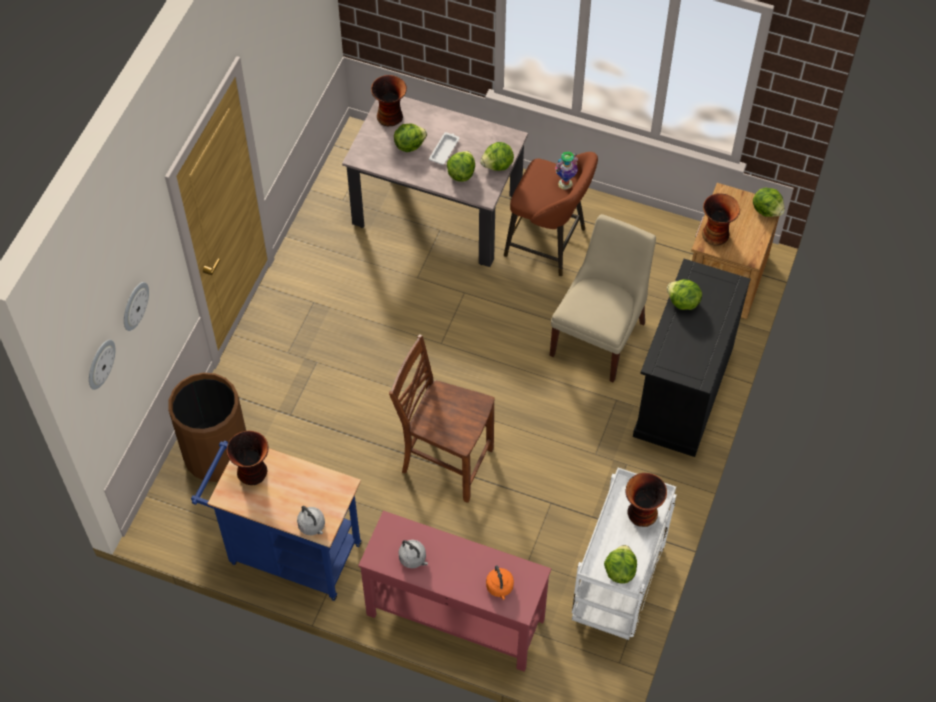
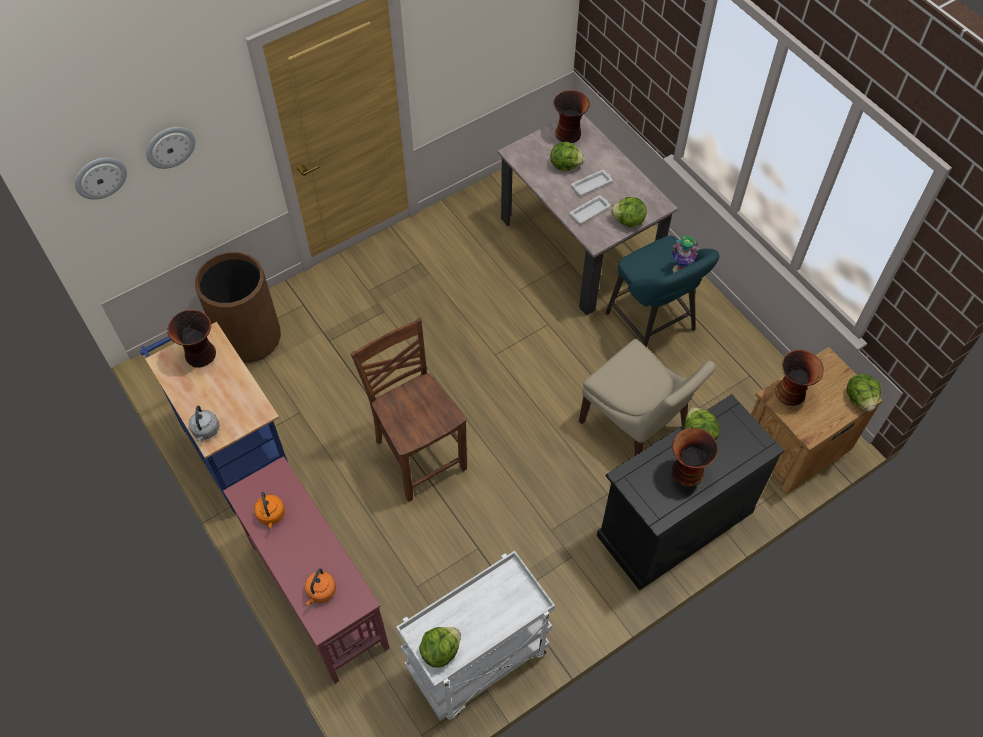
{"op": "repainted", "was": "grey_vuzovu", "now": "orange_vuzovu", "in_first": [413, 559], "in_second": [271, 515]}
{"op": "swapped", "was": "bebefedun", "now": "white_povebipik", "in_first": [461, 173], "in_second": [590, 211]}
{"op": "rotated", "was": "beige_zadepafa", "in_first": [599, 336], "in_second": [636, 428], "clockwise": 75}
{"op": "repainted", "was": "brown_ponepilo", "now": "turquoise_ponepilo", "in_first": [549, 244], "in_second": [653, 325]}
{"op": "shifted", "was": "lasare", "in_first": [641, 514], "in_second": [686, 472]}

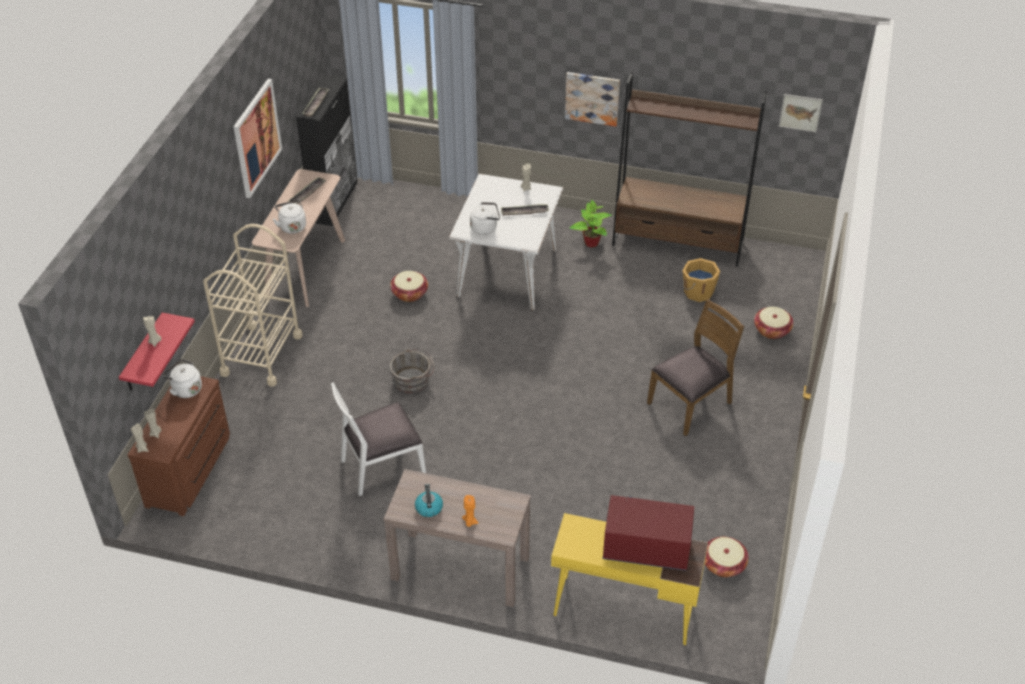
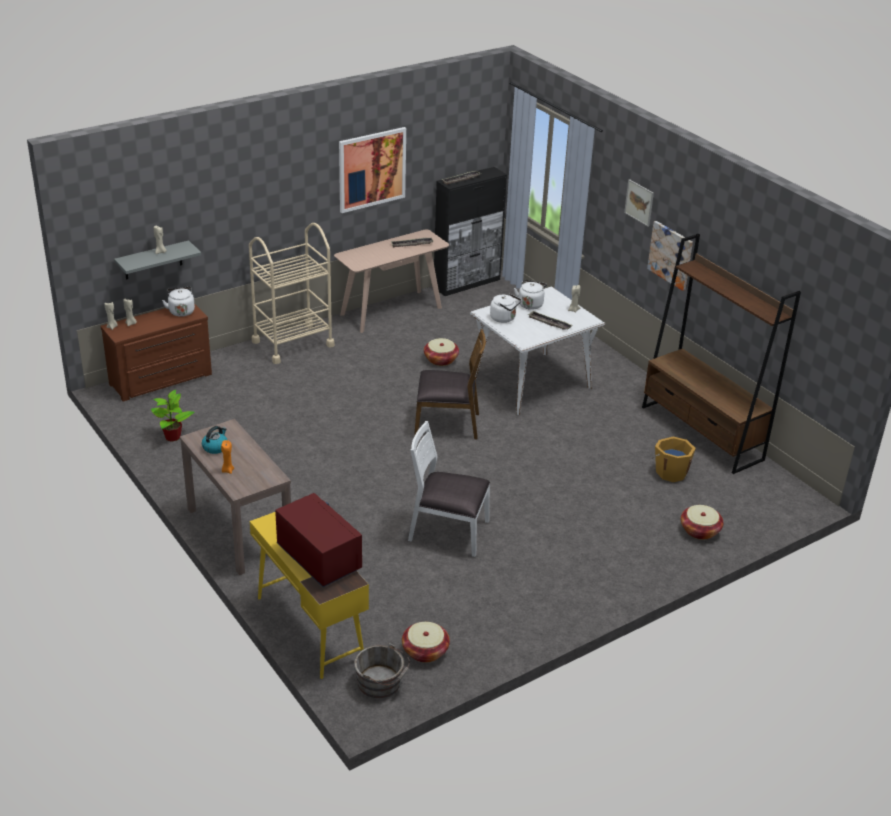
{"op": "repainted", "was": "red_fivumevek", "now": "grey_fivumevek", "in_first": [143, 354], "in_second": [153, 260]}
{"op": "shifted", "was": "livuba", "in_first": [591, 242], "in_second": [172, 436]}
{"op": "shifted", "was": "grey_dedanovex", "in_first": [413, 380], "in_second": [381, 683]}
{"op": "shifted", "was": "white_zadepafa", "in_first": [382, 466], "in_second": [448, 531]}
{"op": "shifted", "was": "brown_zadepafa", "in_first": [691, 403], "in_second": [447, 424]}
{"op": "shifted", "was": "white_vuzovu", "in_first": [292, 226], "in_second": [530, 304]}
{"op": "shifted", "was": "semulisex", "in_first": [800, 112], "in_second": [639, 202]}

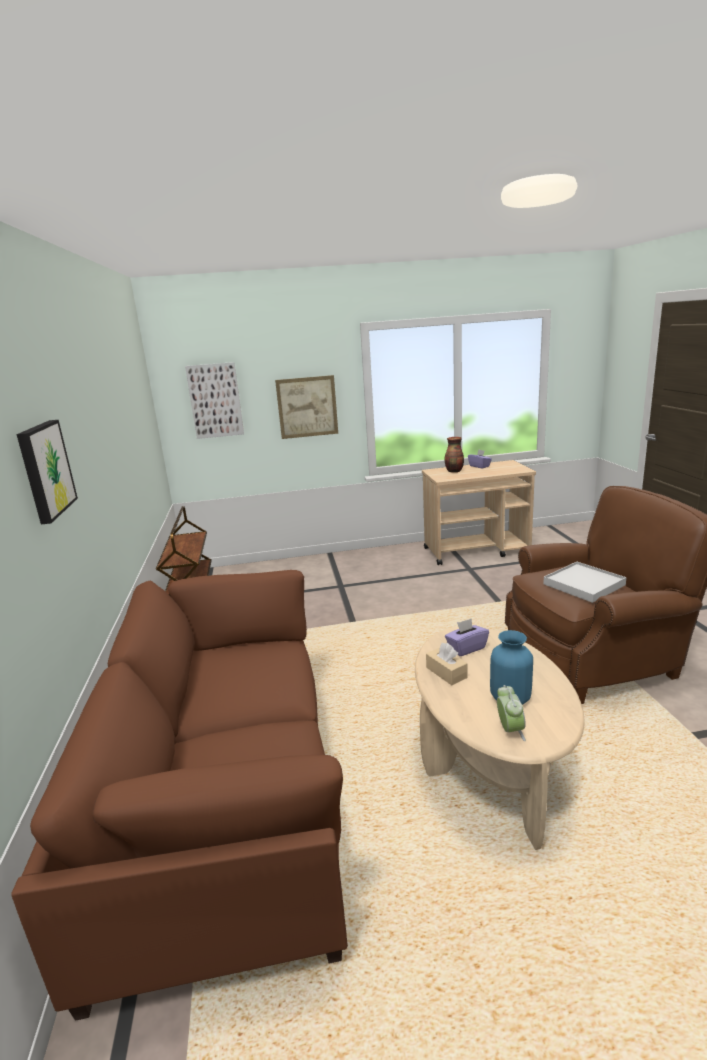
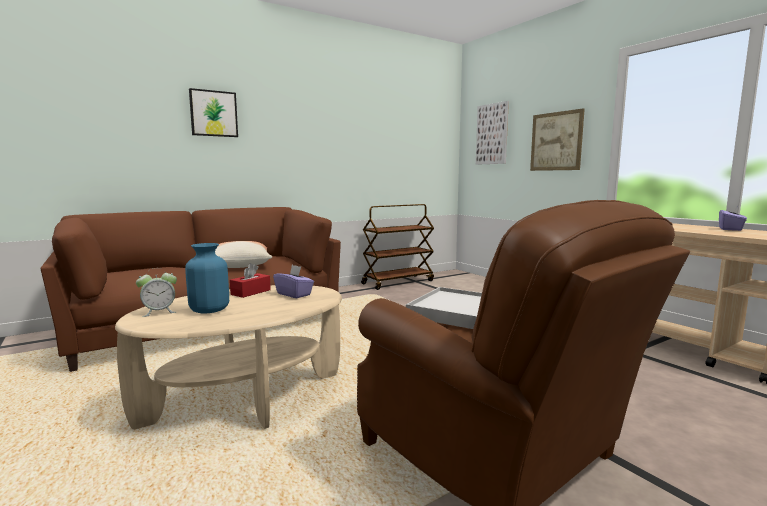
{"op": "new", "now": "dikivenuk", "in_second": [239, 265]}
{"op": "repainted", "was": "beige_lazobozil", "now": "red_lazobozil", "in_first": [446, 672], "in_second": [251, 292]}
{"op": "gone", "was": "lasare", "in_first": [454, 471]}

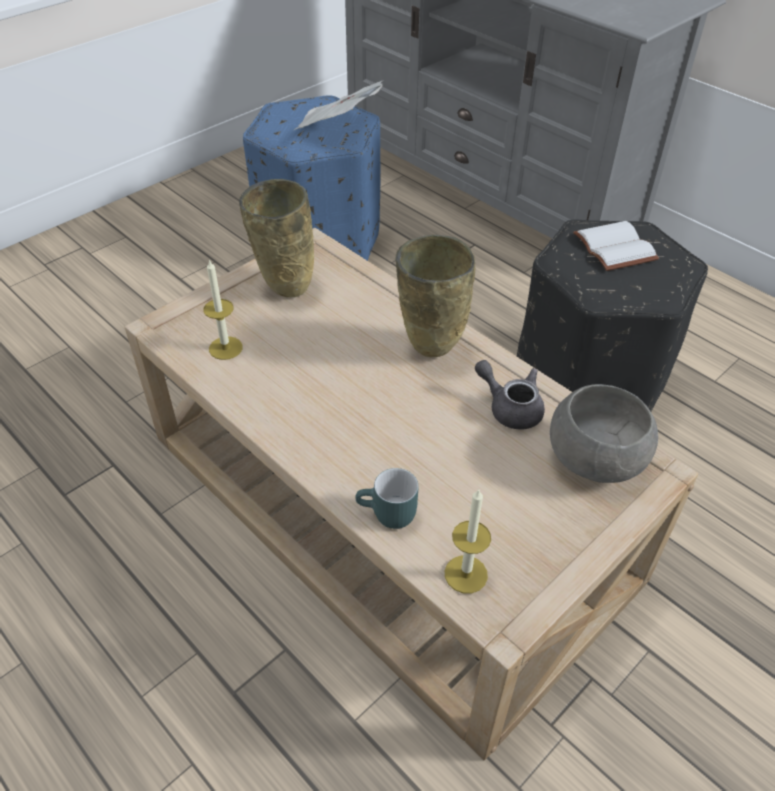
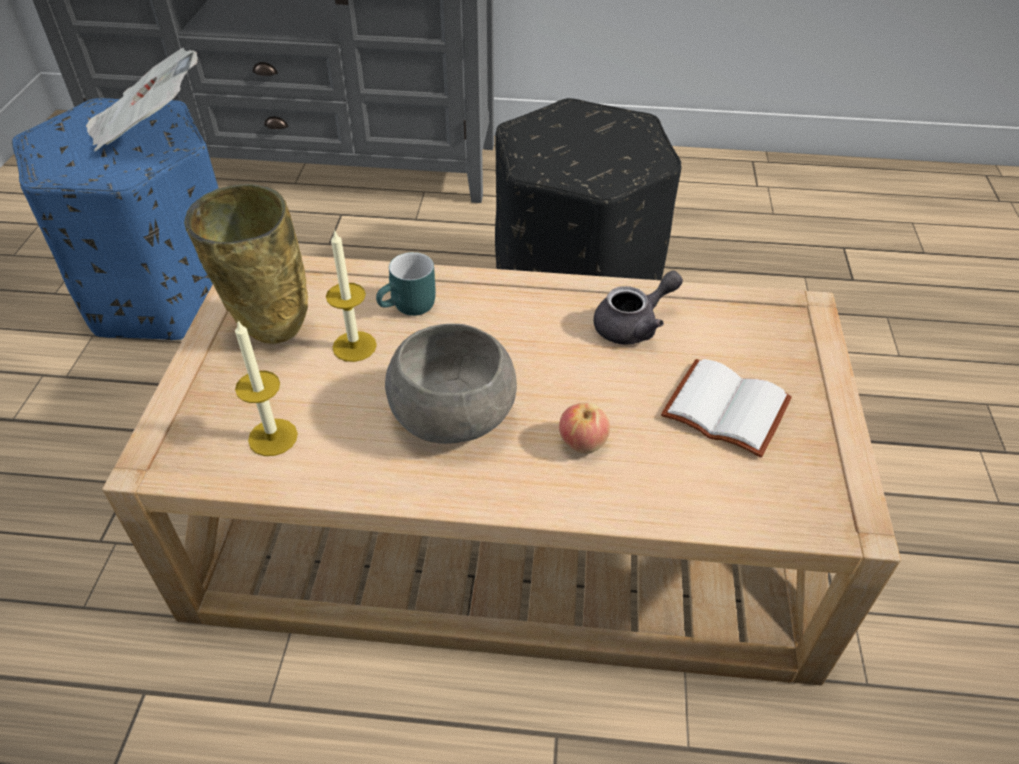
{"op": "shifted", "was": "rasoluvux", "in_first": [466, 574], "in_second": [354, 346]}
{"op": "shifted", "was": "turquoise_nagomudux", "in_first": [387, 516], "in_second": [410, 308]}
{"op": "shifted", "was": "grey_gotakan", "in_first": [597, 458], "in_second": [454, 414]}
{"op": "new", "now": "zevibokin", "in_second": [582, 442]}
{"op": "rotated", "was": "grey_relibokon", "in_first": [510, 407], "in_second": [633, 325], "clockwise": 150}
{"op": "shifted", "was": "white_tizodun", "in_first": [612, 247], "in_second": [722, 410]}
{"op": "gone", "was": "beige_lasare", "in_first": [429, 349]}

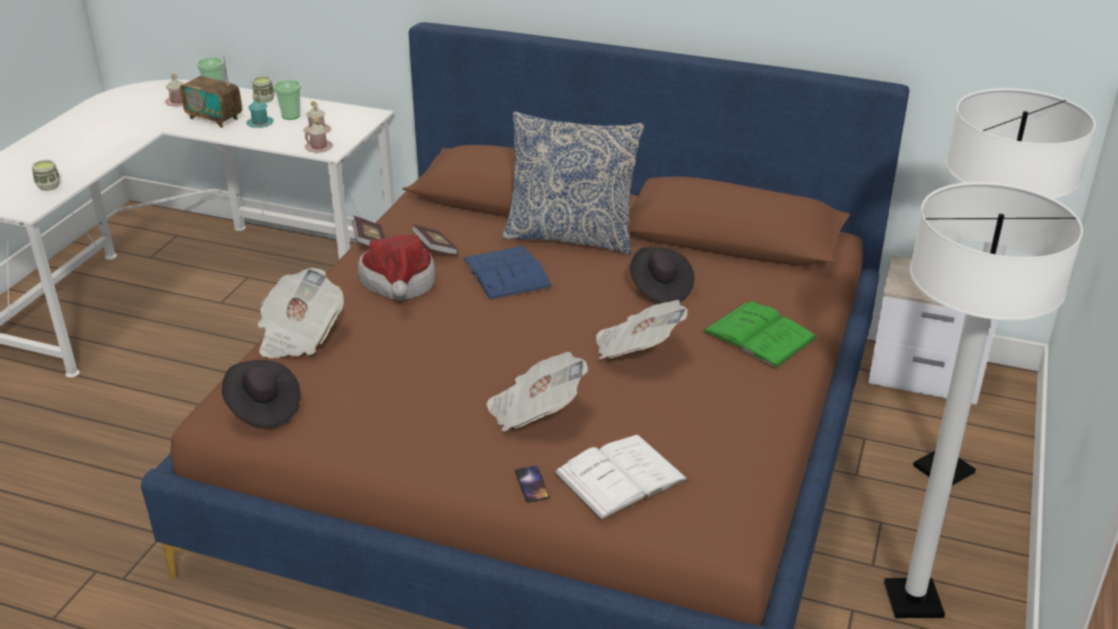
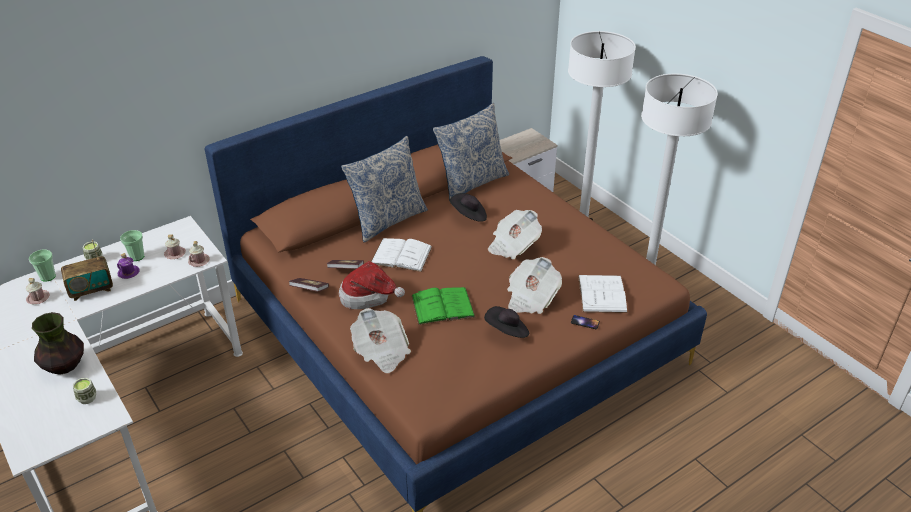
{"op": "new", "now": "lasare", "in_second": [64, 365]}
{"op": "repainted", "was": "turquoise_nagomudux", "now": "purple_nagomudux", "in_first": [260, 123], "in_second": [128, 273]}
{"op": "repainted", "was": "blue_tizodun", "now": "white_tizodun", "in_first": [506, 273], "in_second": [401, 255]}
{"op": "shifted", "was": "green_tizodun", "in_first": [759, 335], "in_second": [442, 306]}
{"op": "new", "now": "dikivenuk", "in_second": [471, 182]}
{"op": "shifted", "was": "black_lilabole", "in_first": [263, 408], "in_second": [507, 332]}

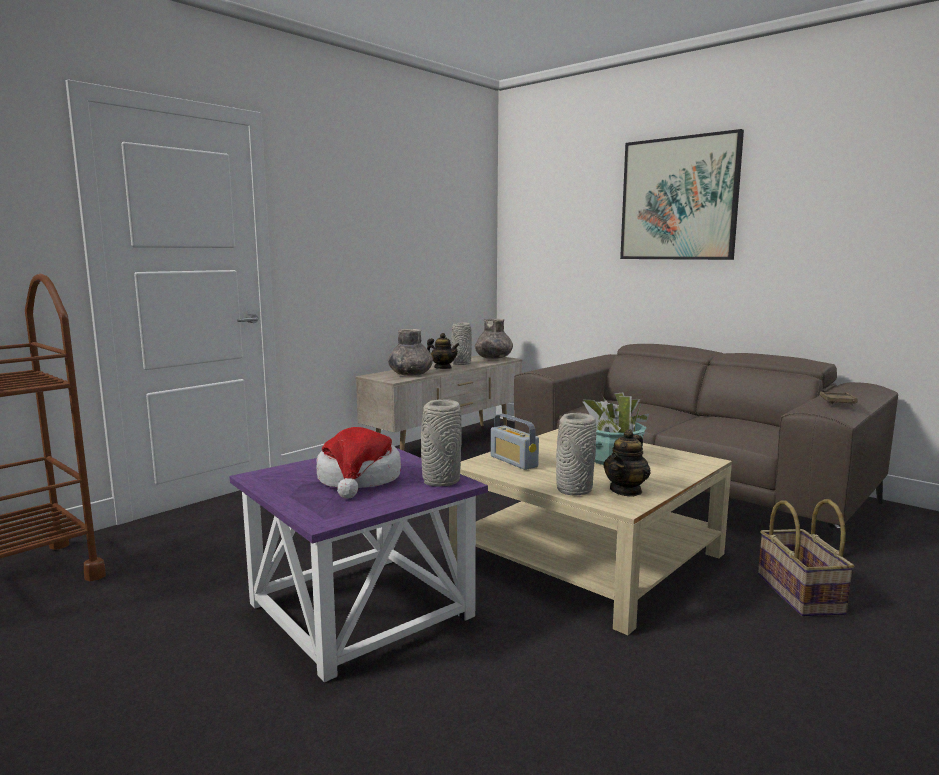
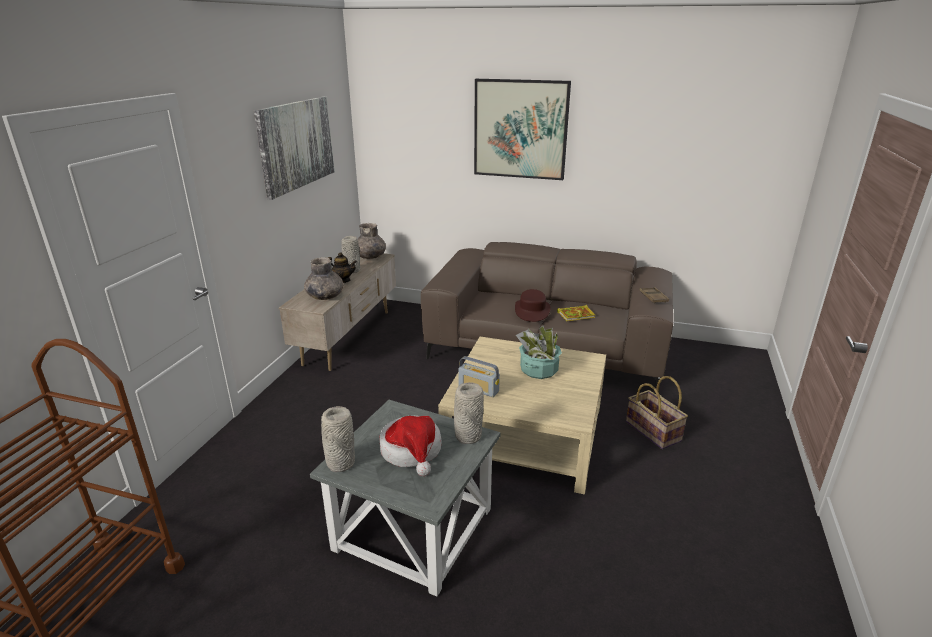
{"op": "new", "now": "semulisex", "in_second": [296, 144]}
{"op": "repainted", "was": "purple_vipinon", "now": "grey_vipinon", "in_first": [361, 608], "in_second": [413, 527]}
{"op": "shifted", "was": "grey_lasare", "in_first": [573, 490], "in_second": [340, 463]}
{"op": "new", "now": "brown_lilabole", "in_second": [532, 310]}
{"op": "new", "now": "tizodun", "in_second": [576, 315]}
{"op": "gone", "was": "relibokon", "in_first": [626, 490]}

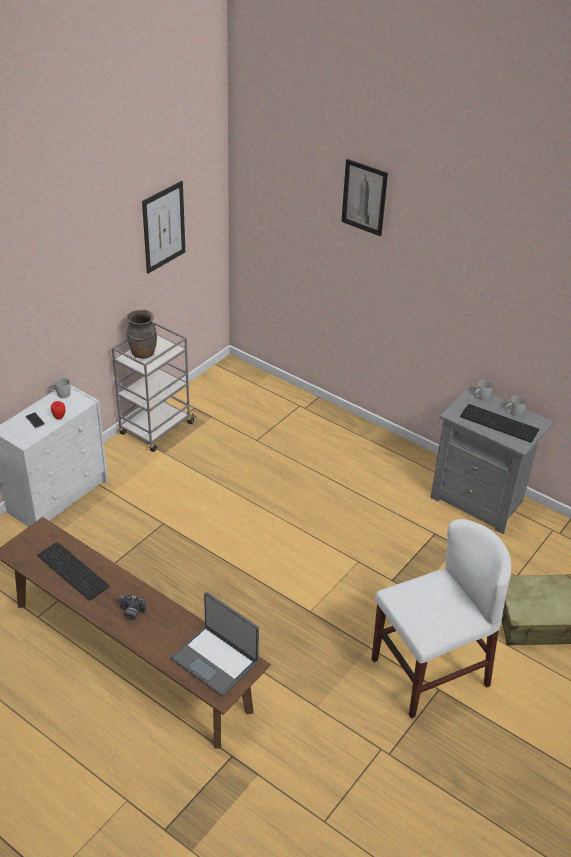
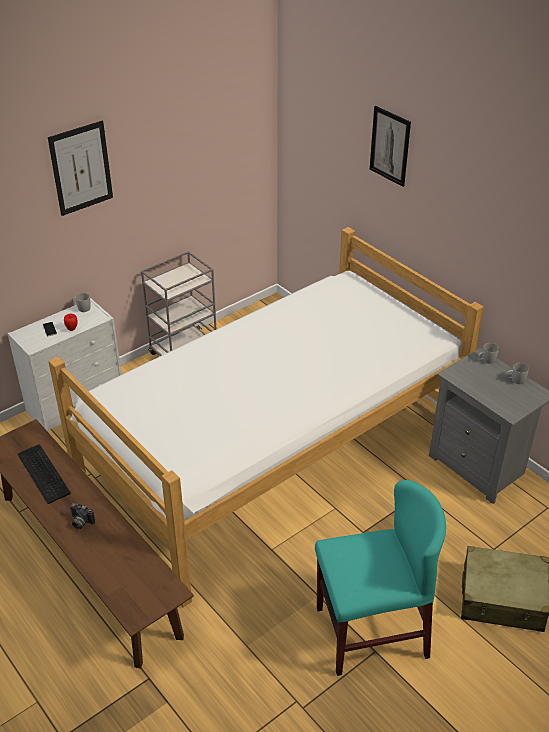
{"op": "shifted", "was": "semulisex", "in_first": [163, 227], "in_second": [81, 168]}
{"op": "new", "now": "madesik", "in_second": [275, 454]}
{"op": "repainted", "was": "white_zadepafa", "now": "turquoise_zadepafa", "in_first": [429, 672], "in_second": [371, 632]}
{"op": "gone", "was": "brown_lasare", "in_first": [142, 353]}
{"op": "gone", "was": "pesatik", "in_first": [215, 660]}
{"op": "gone", "was": "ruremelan", "in_first": [500, 423]}

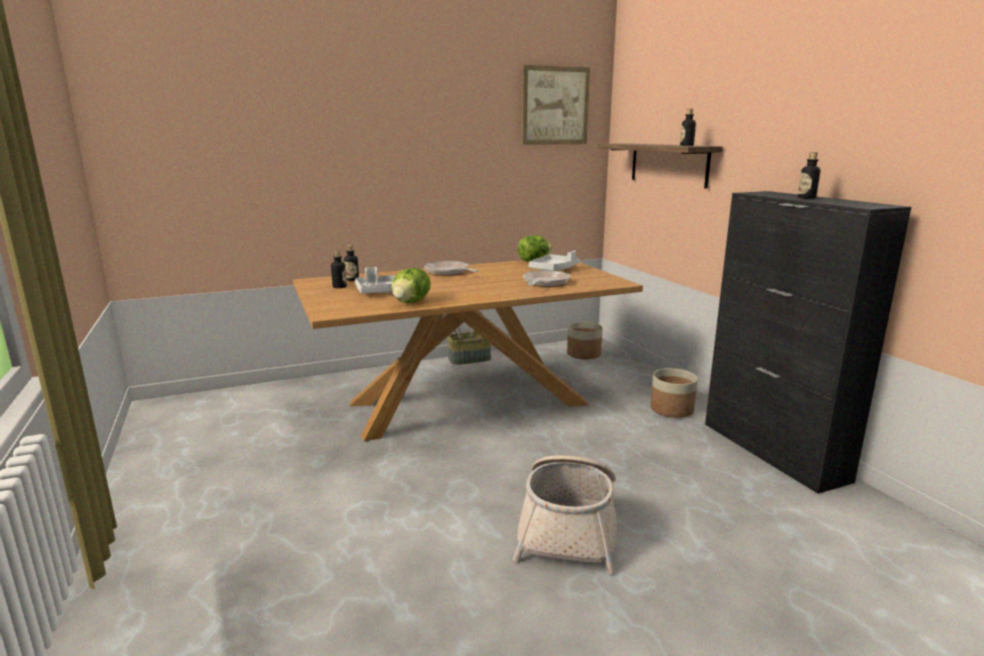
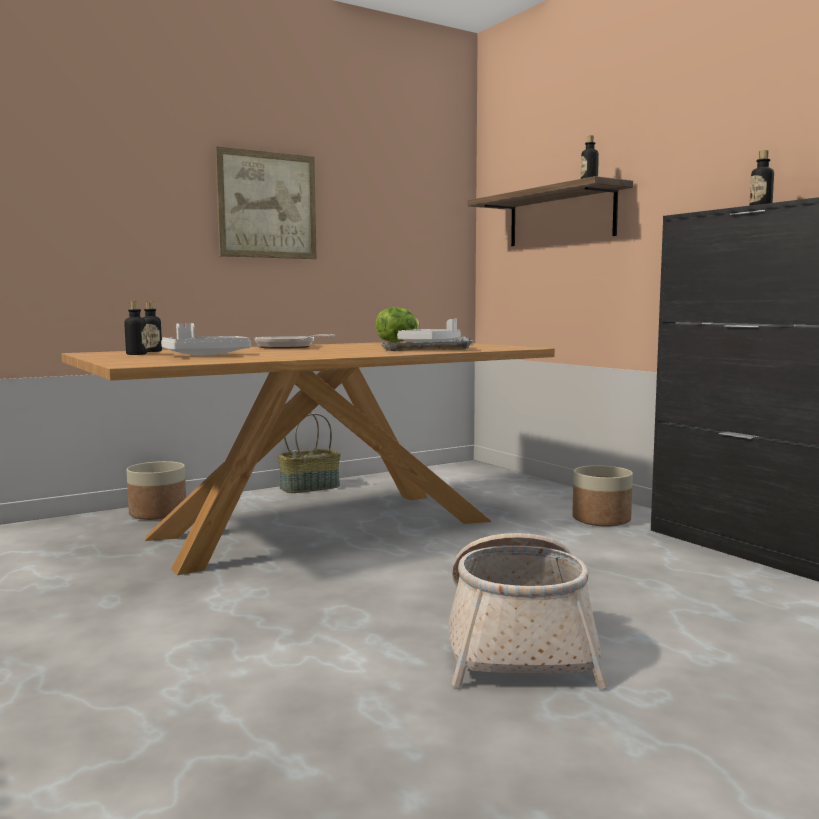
{"op": "shifted", "was": "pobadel", "in_first": [583, 354], "in_second": [158, 513]}
{"op": "shifted", "was": "semulisex", "in_first": [555, 106], "in_second": [267, 205]}
{"op": "swapped", "was": "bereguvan", "now": "grey_povebipik", "in_first": [545, 283], "in_second": [427, 349]}
{"op": "gone", "was": "bebefedun", "in_first": [410, 302]}

